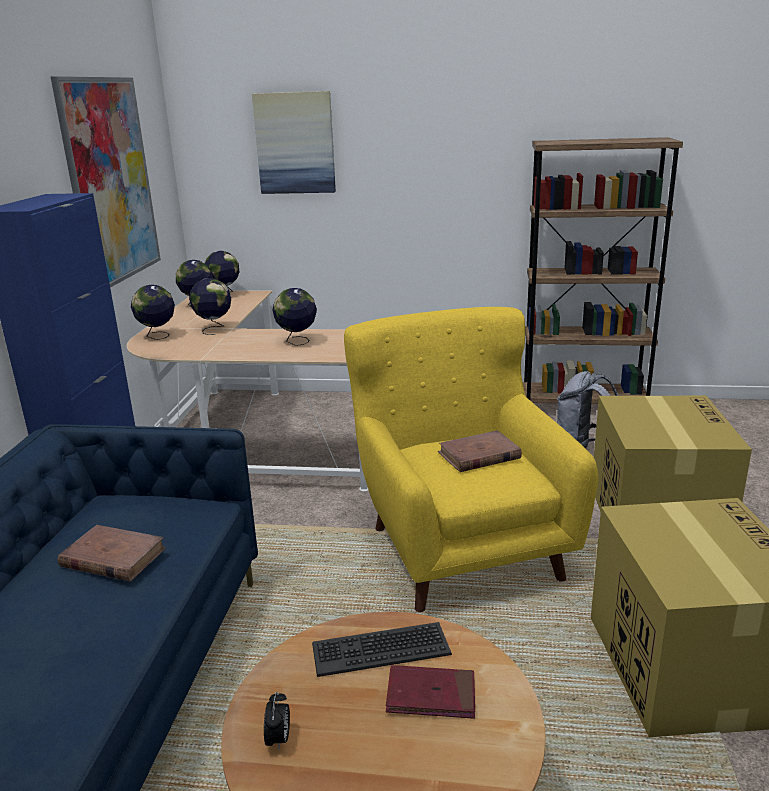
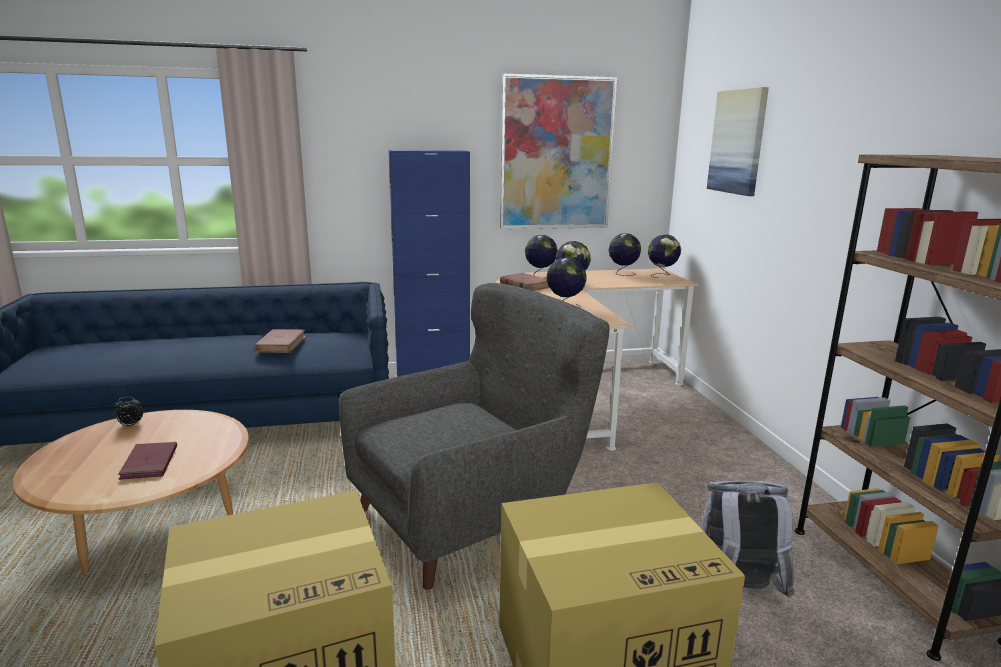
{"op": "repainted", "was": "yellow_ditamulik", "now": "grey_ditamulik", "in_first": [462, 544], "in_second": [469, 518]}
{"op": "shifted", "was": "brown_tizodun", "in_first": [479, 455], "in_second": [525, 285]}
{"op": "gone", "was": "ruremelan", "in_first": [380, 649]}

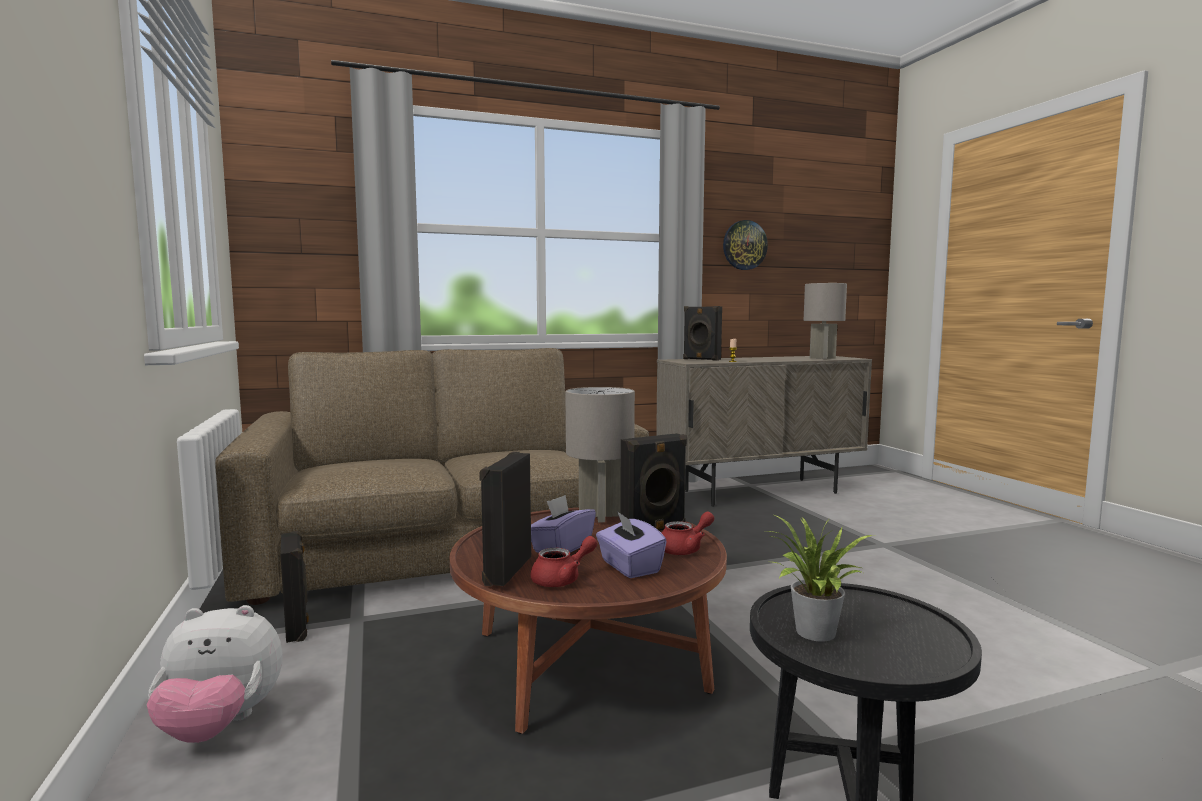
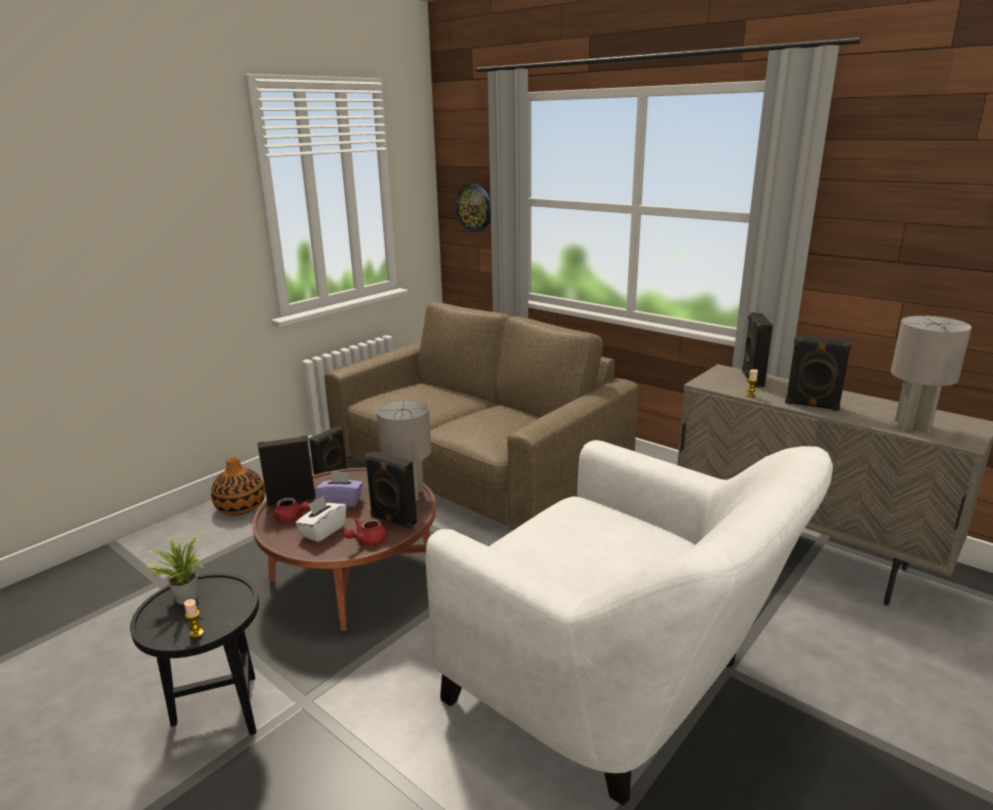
{"op": "new", "now": "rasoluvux", "in_second": [196, 633]}
{"op": "swapped", "was": "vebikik", "now": "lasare", "in_first": [220, 726], "in_second": [241, 507]}
{"op": "repainted", "was": "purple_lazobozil", "now": "white_lazobozil", "in_first": [629, 567], "in_second": [323, 531]}
{"op": "rotated", "was": "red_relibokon", "in_first": [685, 549], "in_second": [367, 541], "clockwise": 105}
{"op": "new", "now": "white_ditamulik", "in_second": [618, 688]}
{"op": "shifted", "was": "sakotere", "in_first": [744, 245], "in_second": [474, 208]}
{"op": "new", "now": "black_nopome", "in_second": [812, 405]}

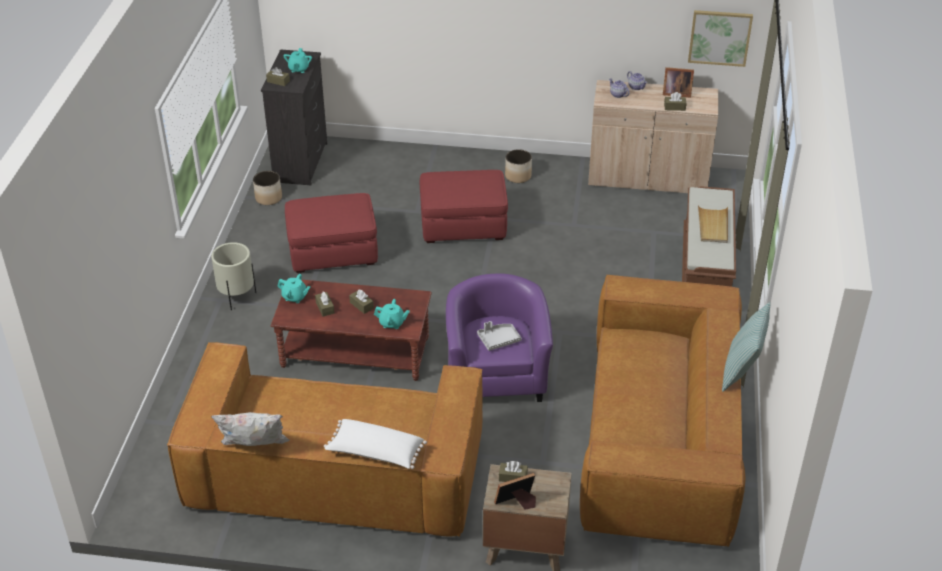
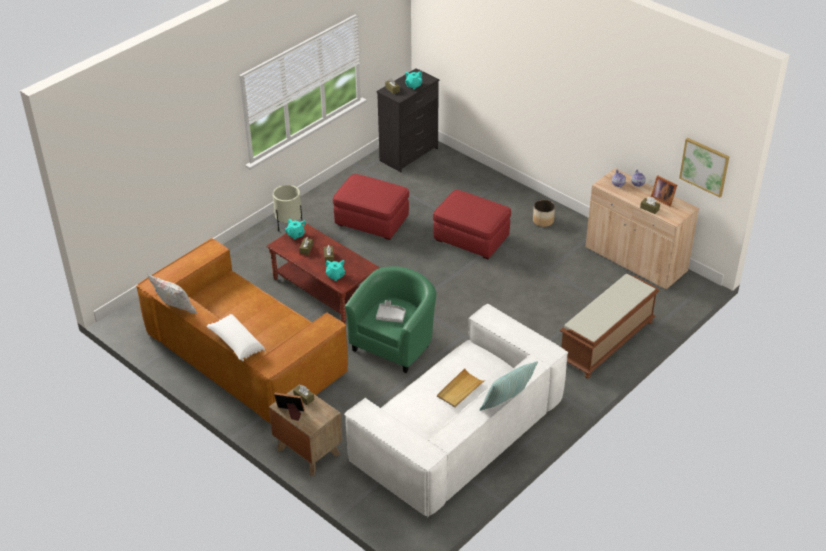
{"op": "repainted", "was": "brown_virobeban", "now": "white_virobeban", "in_first": [659, 437], "in_second": [457, 431]}
{"op": "repainted", "was": "purple_ditamulik", "now": "green_ditamulik", "in_first": [496, 375], "in_second": [395, 343]}
{"op": "shifted", "was": "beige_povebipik", "in_first": [713, 226], "in_second": [460, 390]}
{"op": "gone", "was": "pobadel", "in_first": [268, 198]}

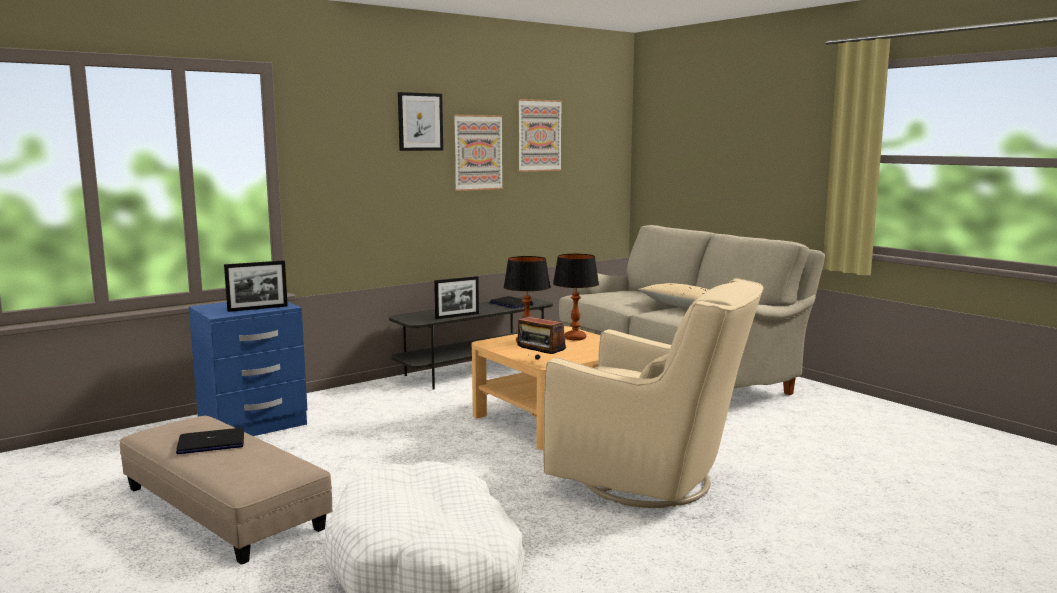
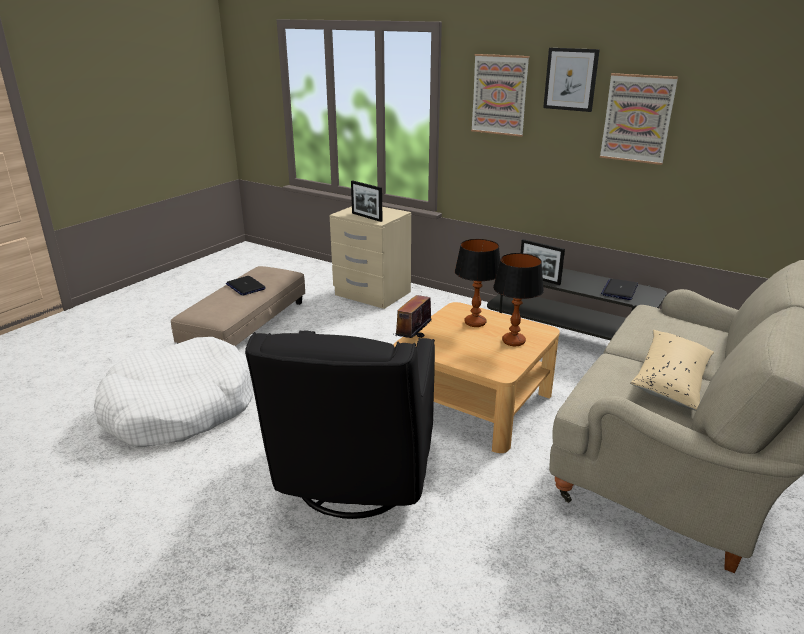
{"op": "repainted", "was": "beige_ditamulik", "now": "black_ditamulik", "in_first": [652, 482], "in_second": [354, 481]}
{"op": "repainted", "was": "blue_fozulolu", "now": "beige_fozulolu", "in_first": [253, 425], "in_second": [372, 294]}
{"op": "shifted", "was": "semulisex", "in_first": [539, 135], "in_second": [499, 95]}

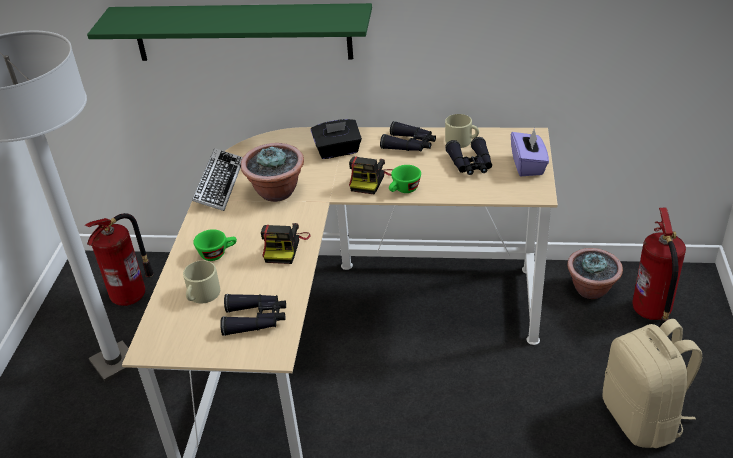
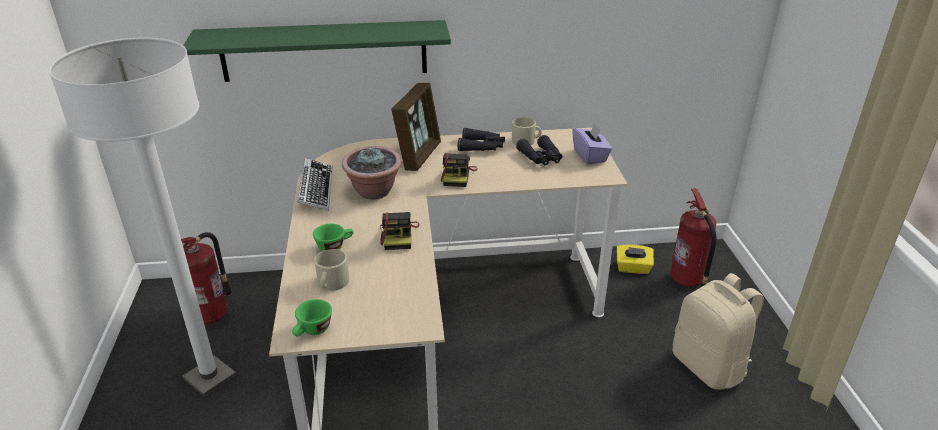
{"op": "shifted", "was": "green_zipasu", "in_first": [404, 190], "in_second": [312, 331]}
{"op": "swapped", "was": "black_lazobozil", "now": "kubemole", "in_first": [337, 151], "in_second": [419, 155]}
{"op": "swapped", "was": "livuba", "now": "yellow_lazobozil", "in_first": [591, 290], "in_second": [633, 268]}
{"op": "gone", "was": "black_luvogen", "in_first": [256, 319]}

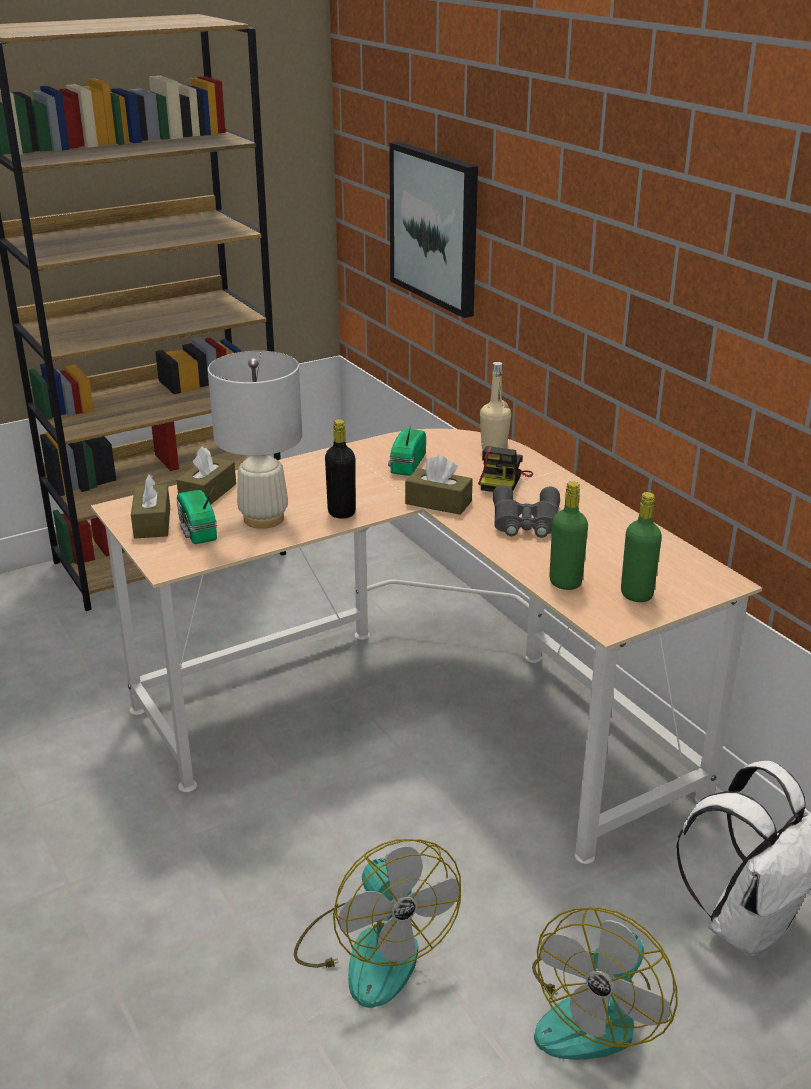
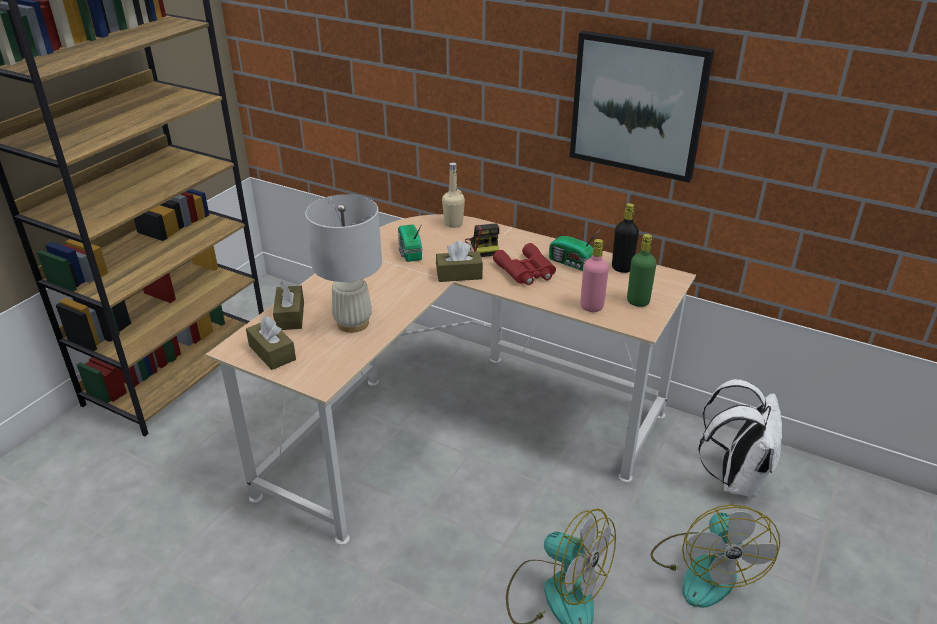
{"op": "repainted", "was": "grey_luvogen", "now": "red_luvogen", "in_first": [525, 521], "in_second": [526, 271]}
{"op": "shifted", "was": "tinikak", "in_first": [196, 531], "in_second": [571, 263]}
{"op": "shifted", "was": "semulisex", "in_first": [435, 227], "in_second": [638, 105]}
{"op": "repainted", "was": "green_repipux", "now": "pink_repipux", "in_first": [565, 582], "in_second": [591, 307]}
{"op": "shifted", "was": "black_repipux", "in_first": [341, 512], "in_second": [622, 268]}

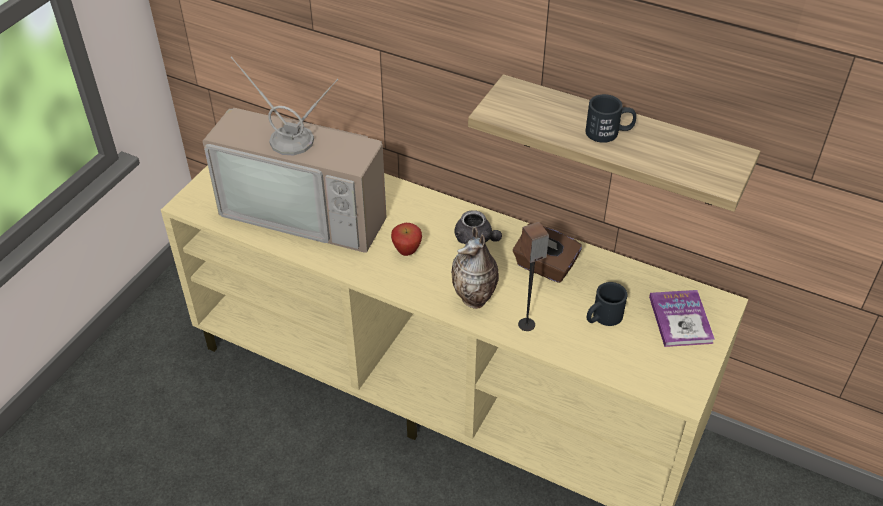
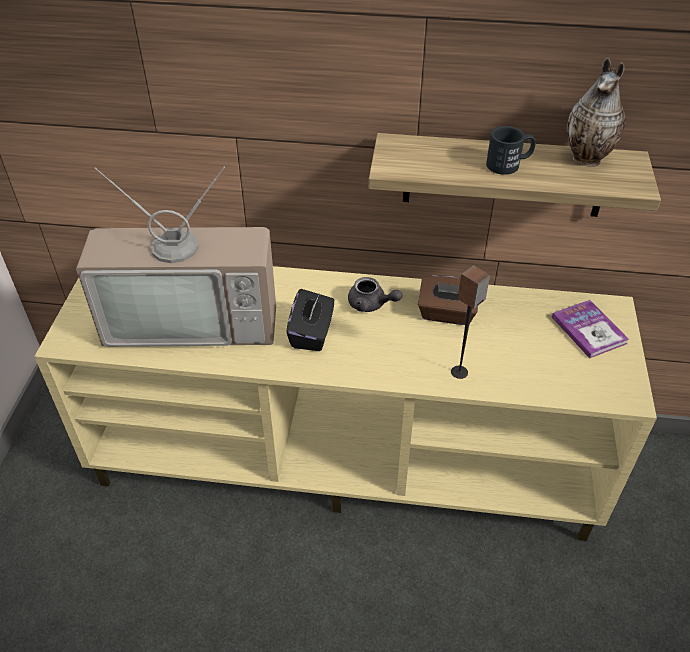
{"op": "swapped", "was": "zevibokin", "now": "black_lazobozil", "in_first": [407, 252], "in_second": [312, 333]}
{"op": "shifted", "was": "lasare", "in_first": [475, 300], "in_second": [588, 159]}
{"op": "gone", "was": "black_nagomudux", "in_first": [602, 317]}

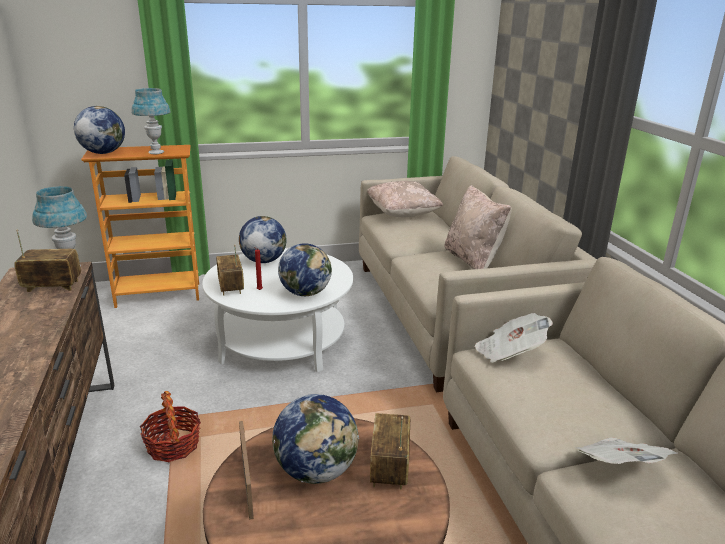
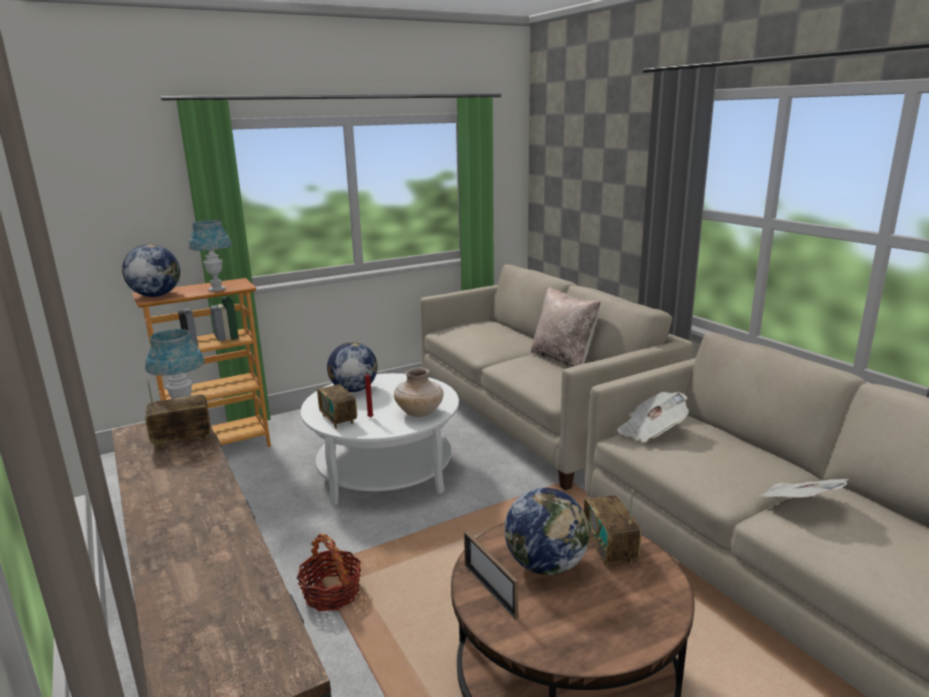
{"op": "swapped", "was": "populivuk", "now": "beige_lasare", "in_first": [305, 293], "in_second": [419, 413]}
{"op": "gone", "was": "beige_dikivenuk", "in_first": [403, 214]}

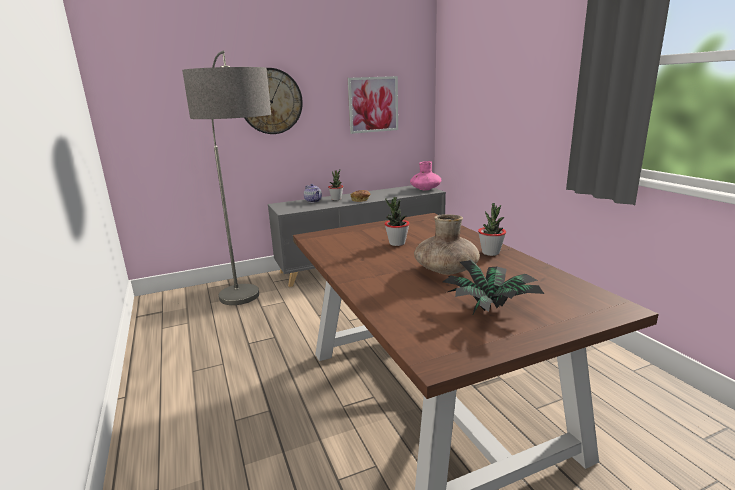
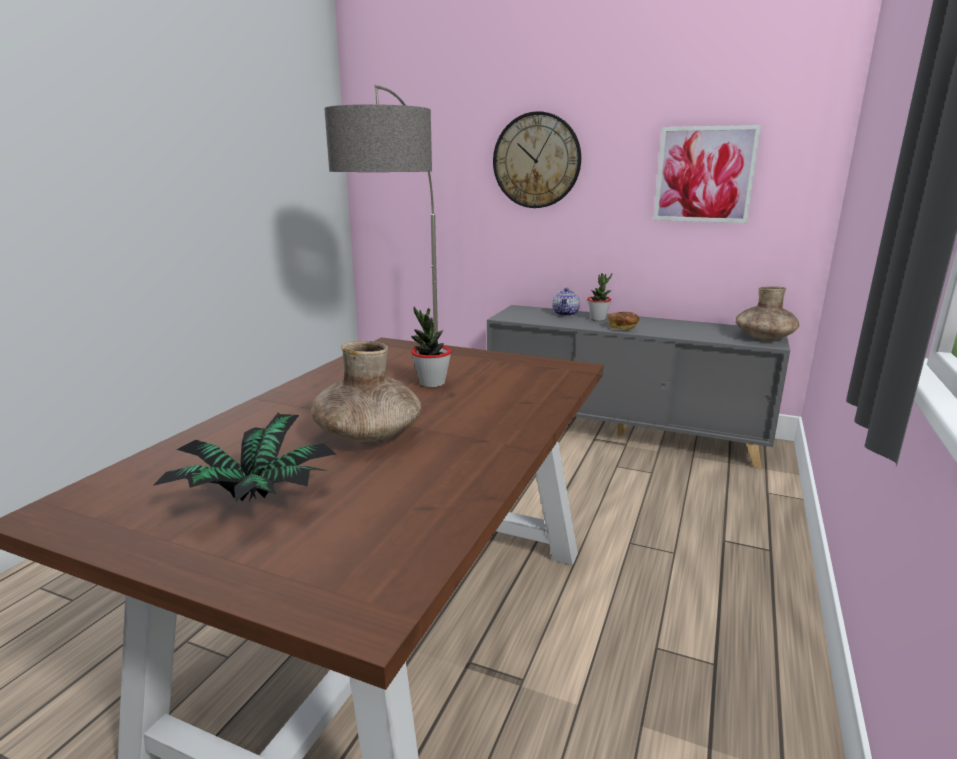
{"op": "repainted", "was": "pink_lasare", "now": "brown_lasare", "in_first": [425, 189], "in_second": [764, 338]}
{"op": "gone", "was": "livuba", "in_first": [490, 253]}

